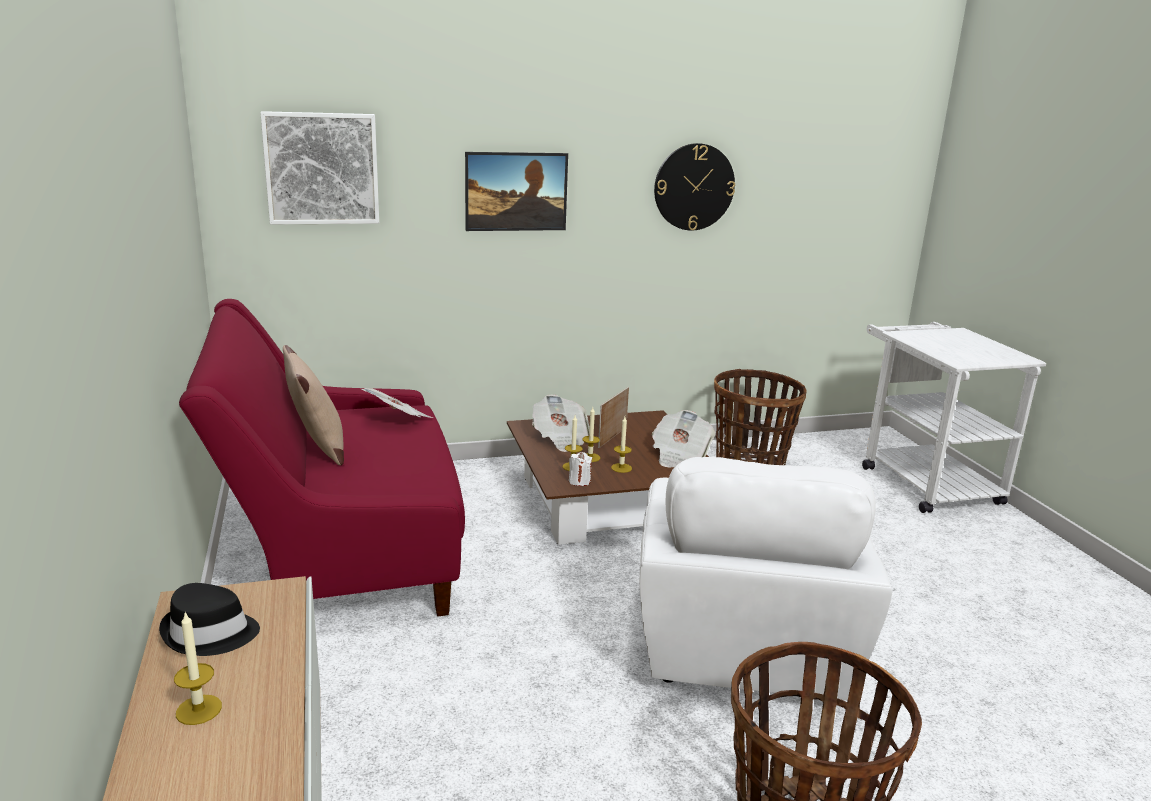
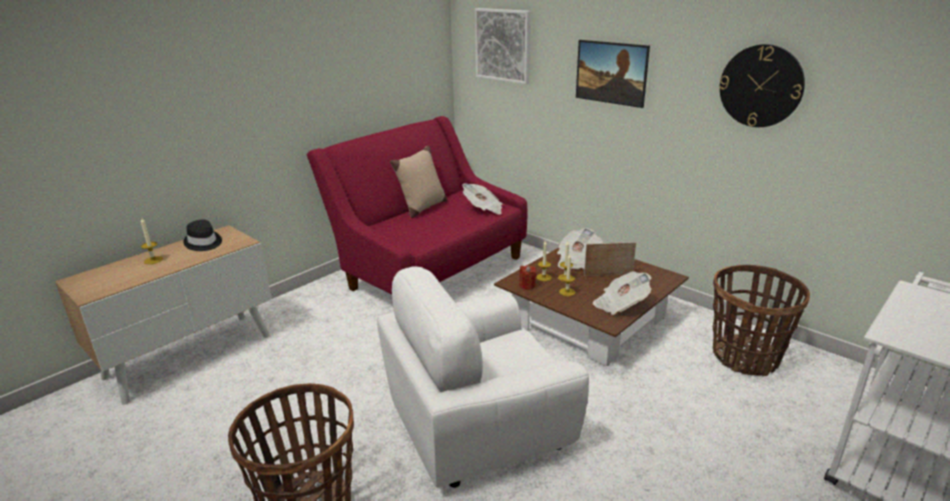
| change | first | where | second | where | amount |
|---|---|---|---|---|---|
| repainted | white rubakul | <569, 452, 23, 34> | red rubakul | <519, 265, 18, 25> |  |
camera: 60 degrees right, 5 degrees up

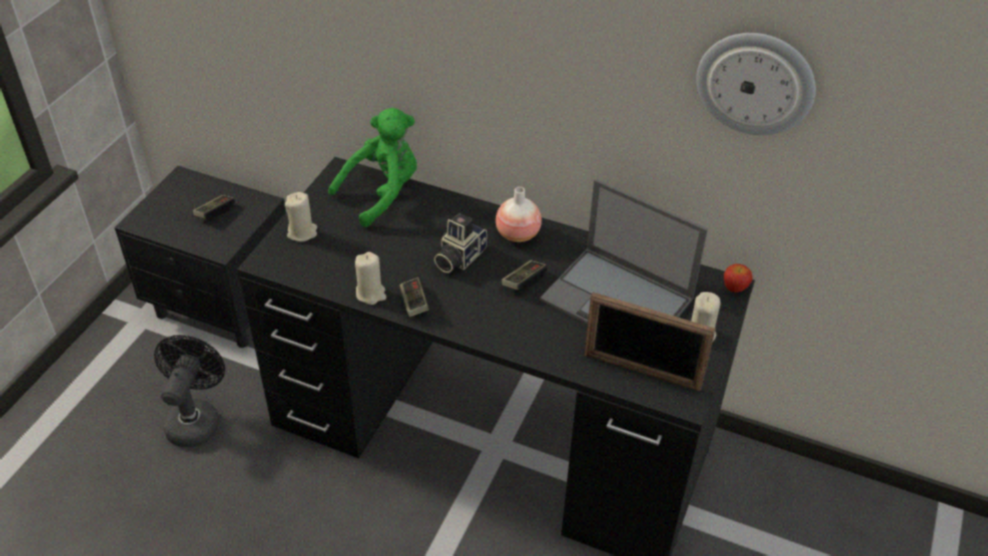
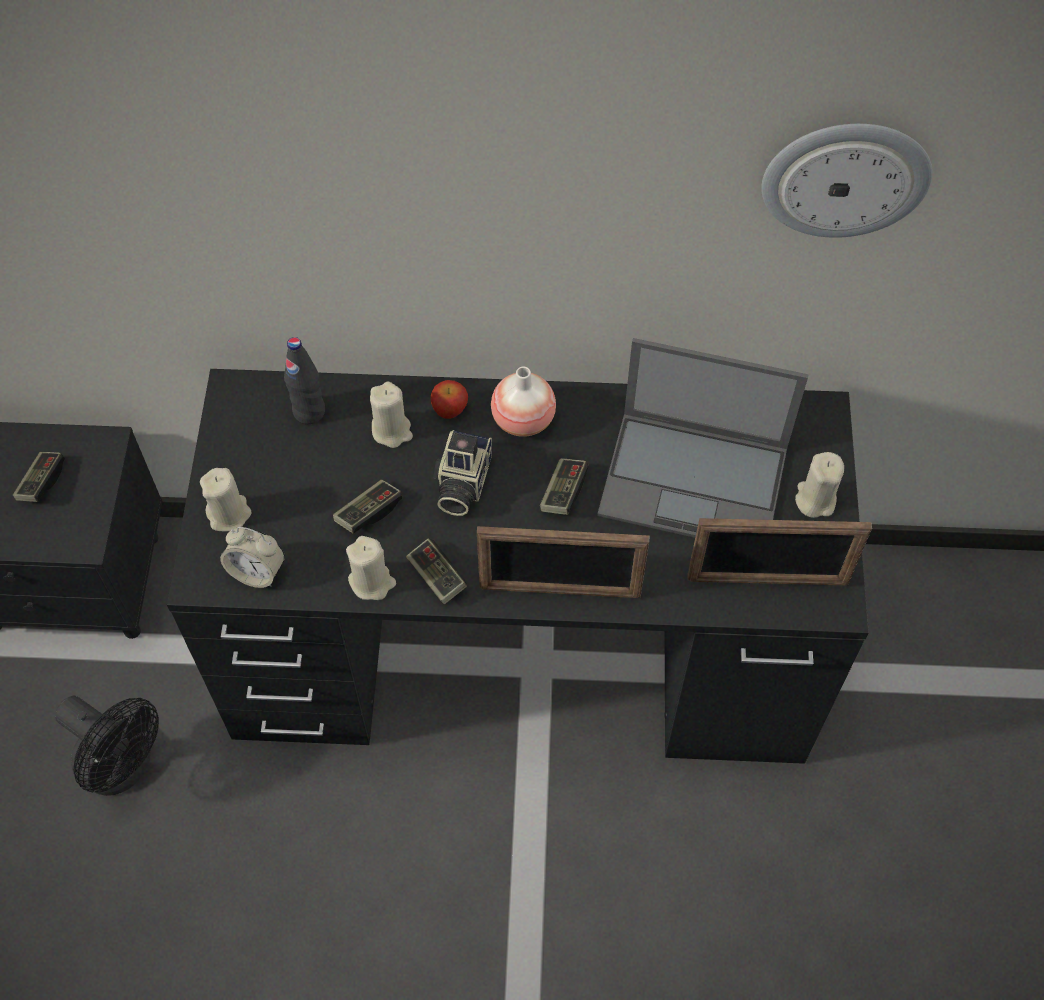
| change | first | where | second | where | amount |
|---|---|---|---|---|---|
| new |  |  | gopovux | <220, 527, 65, 61> |  |
| new |  |  | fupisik | <333, 480, 69, 53> |  |
| new |  |  | beige rubakul | <370, 382, 43, 66> |  |
| new |  |  | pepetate | <477, 526, 172, 72> |  |
| shifted | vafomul | <724, 264, 28, 28> |  | <430, 380, 38, 39> |  |
| swapped | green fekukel | <328, 108, 89, 119> | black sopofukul | <284, 337, 41, 87> |  |
| rotated | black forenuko | <154, 335, 71, 112> |  | <55, 696, 104, 100> | 135 degrees clockwise |
camera: 20 degrees left, 15 degrees up

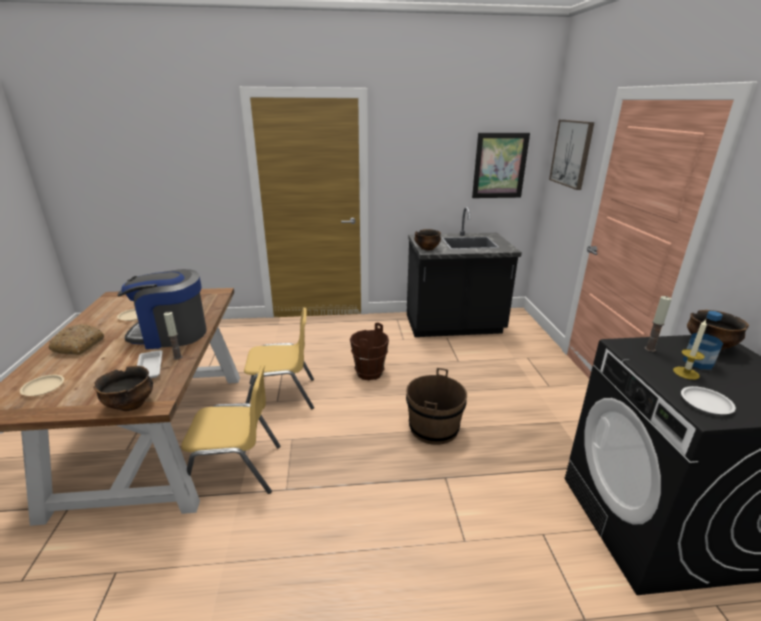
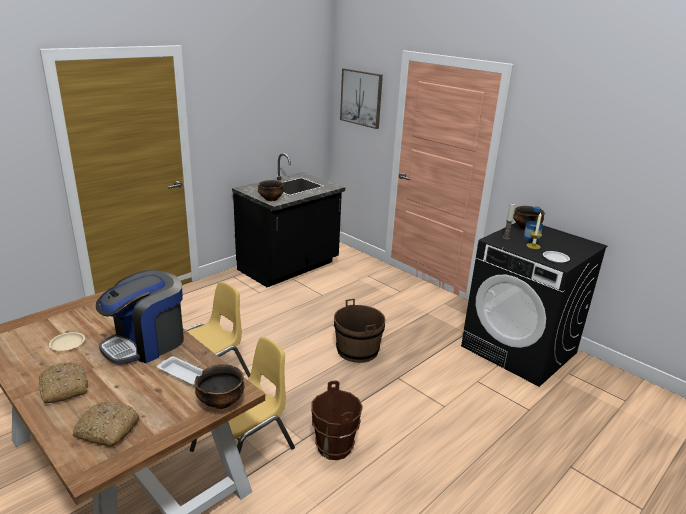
| change | first | where | second | where | amount |
|---|---|---|---|---|---|
| gone | rubakul | <164, 312, 18, 48> |  |  |  |
| gone | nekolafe | <472, 133, 58, 65> |  |  |  |
| shifted | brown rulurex | <350, 323, 39, 57> |  | <311, 380, 52, 80> |  |
| swapped | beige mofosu | <20, 375, 44, 21> | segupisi | <73, 401, 67, 45> |  |
camera: 40 degrees left, 0 degrees up

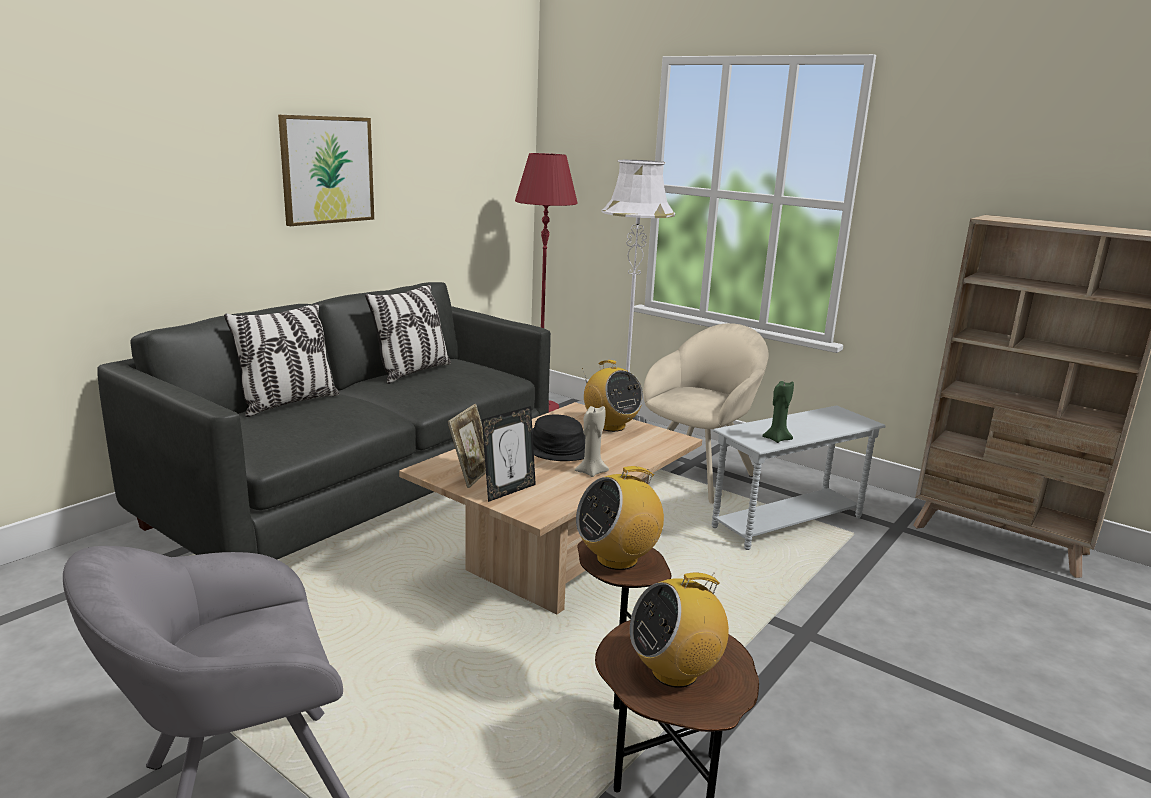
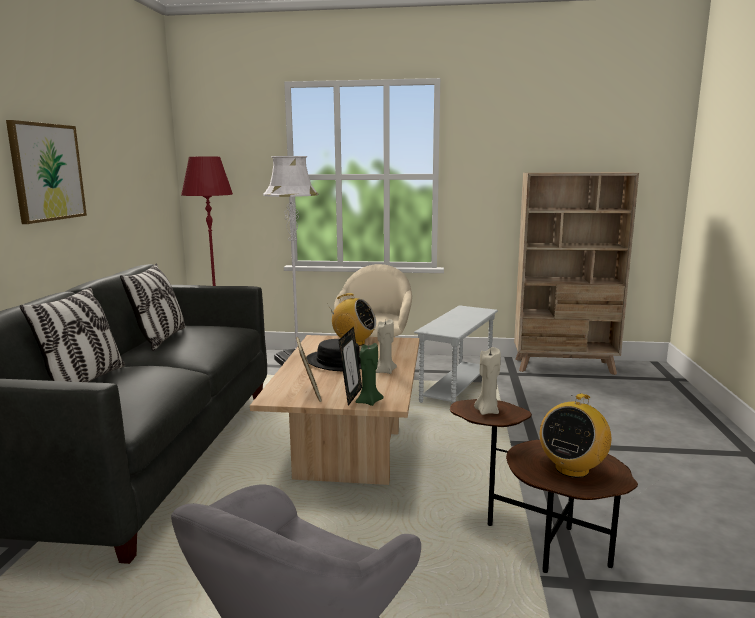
| change | first | where | second | where | amount |
|---|---|---|---|---|---|
| shifted | green rubakul | <762, 381, 32, 62> |  | <356, 343, 28, 63> |  |
| swapped | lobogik | <576, 466, 88, 104> | beige rubakul | <474, 347, 27, 68> |  |
camera: 30 degrees left, 5 degrees down

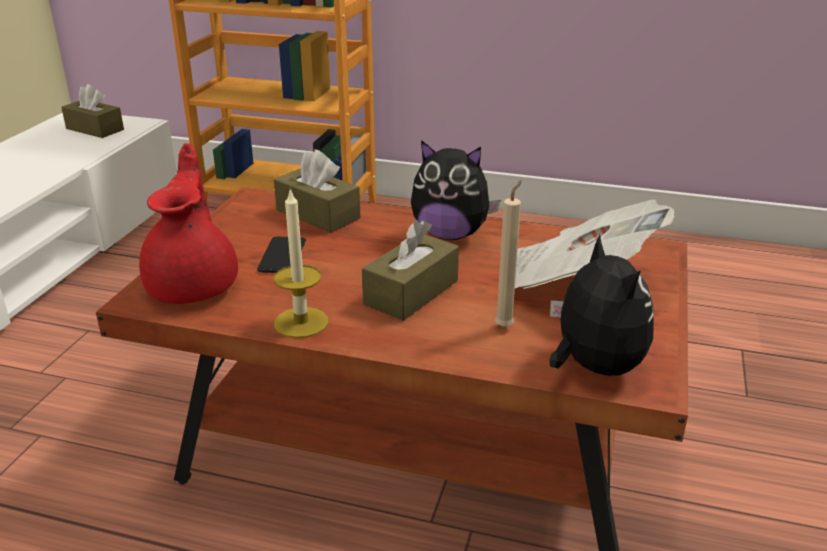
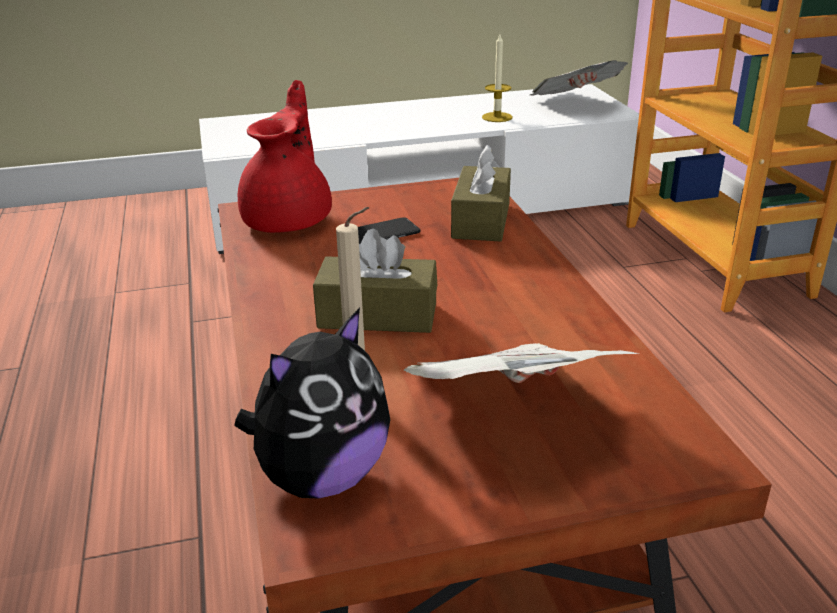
| change | first | where | second | where | amount |
|---|---|---|---|---|---|
| gone | fekukel | <411, 140, 90, 100> |  |  |  |
| shifted | rubakul | <274, 189, 54, 149> |  | <482, 34, 31, 88> |  |
| swapped | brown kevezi | <61, 84, 63, 54> | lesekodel | <530, 60, 98, 36> |  |
| rotated | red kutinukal | <139, 143, 99, 161> |  | <238, 80, 94, 153> | 45 degrees counterclockwise |
camera: 60 degrees right, 0 degrees up

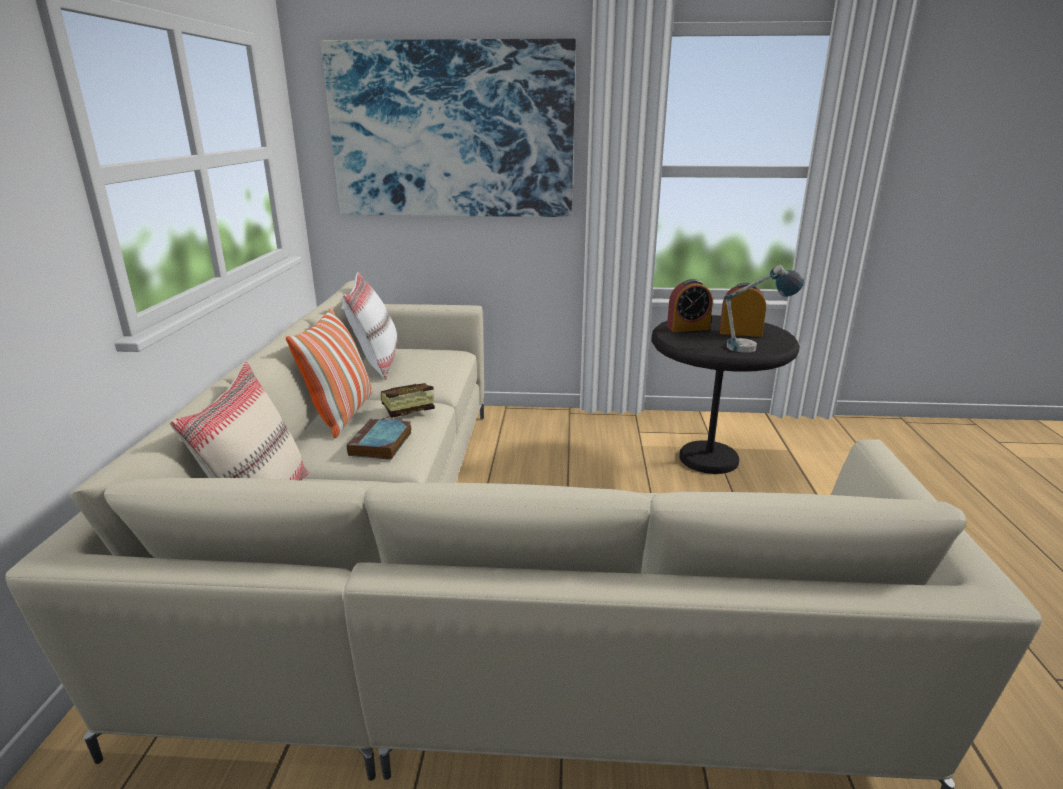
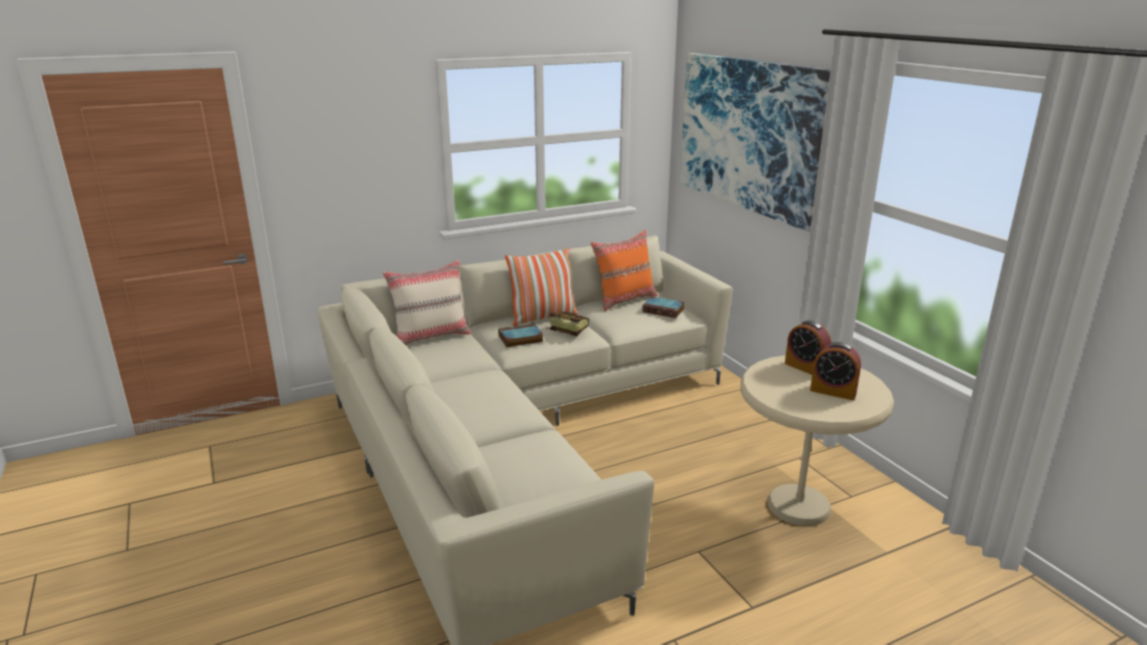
| change | first | where | second | where | amount |
|---|---|---|---|---|---|
| gone | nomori | <725, 265, 79, 88> |  |  |  |
| new |  |  | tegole | <642, 297, 43, 21> |  |
| repainted | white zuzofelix | <341, 272, 56, 108> | orange zuzofelix | <591, 230, 67, 81> |  |
| repainted | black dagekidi | <651, 315, 149, 159> | beige dagekidi | <740, 355, 154, 171> |  |
| rotated | gopovux | <720, 283, 46, 54> |  | <810, 342, 51, 58> | 135 degrees clockwise |
camera: 60 degrees right, 0 degrees up

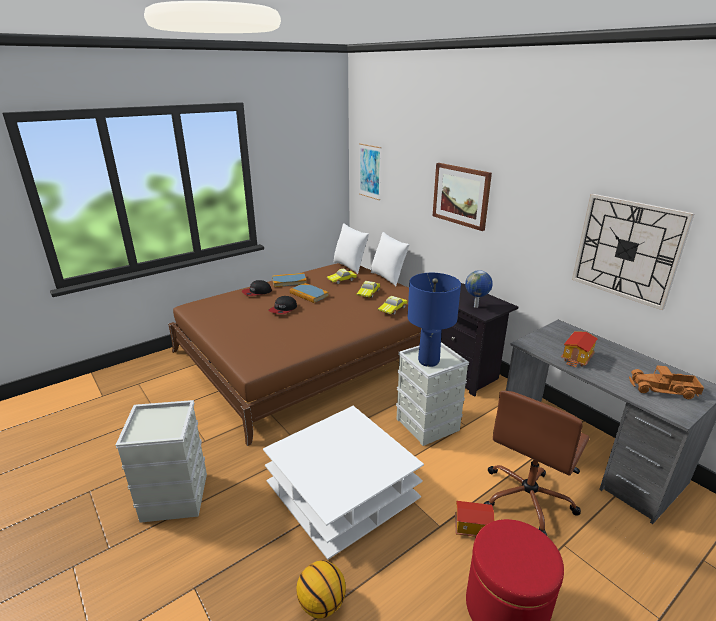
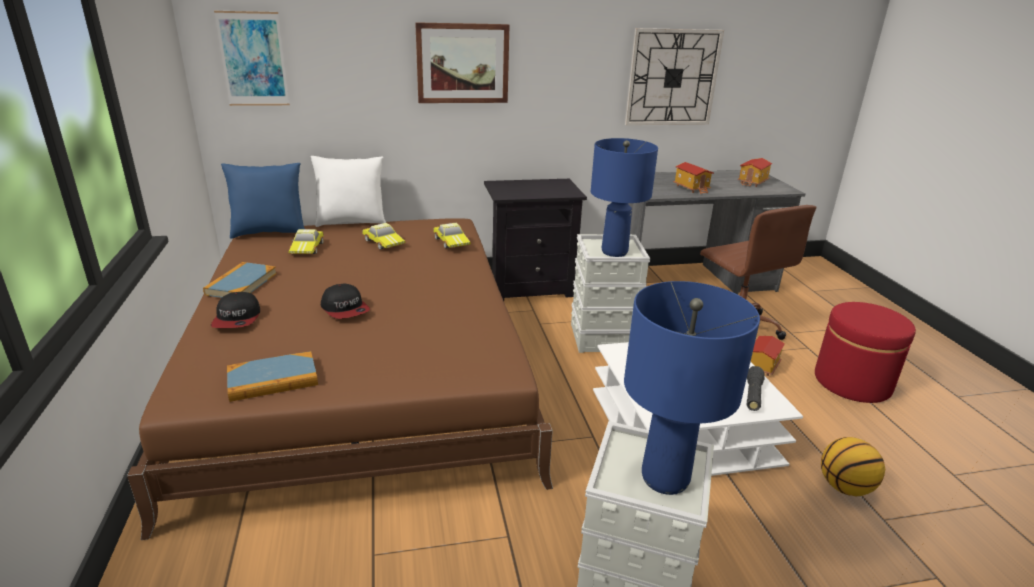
| change | first | where | second | where | amount |
|---|---|---|---|---|---|
| gone | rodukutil | <465, 270, 28, 38> |  |  |  |
| new |  |  | blue nomori | <624, 281, 136, 214> |  |
| new |  |  | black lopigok | <747, 366, 18, 45> |  |
| shifted | tegole | <290, 283, 39, 20> |  | <227, 351, 91, 51> |  |
| swapped | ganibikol | <629, 365, 75, 34> | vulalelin | <737, 158, 36, 29> |  |
| repainted | white zuzofelix | <334, 223, 35, 51> | blue zuzofelix | <221, 163, 84, 76> |  |
camera: 65 degrees left, 0 degrees up

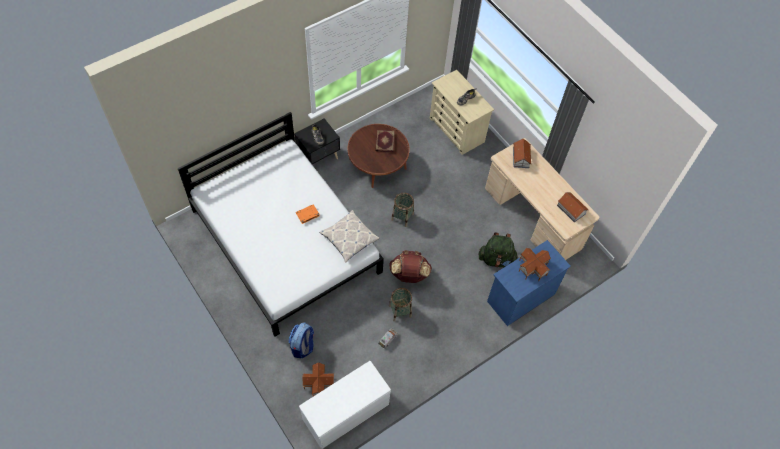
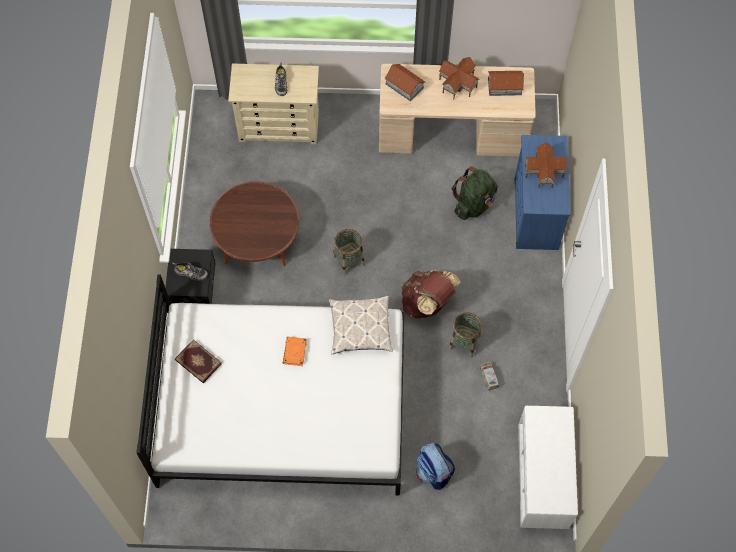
| change | first | where | second | where | amount |
|---|---|---|---|---|---|
| shifted | vulalelin | <302, 362, 32, 34> |  | <439, 57, 40, 42> |  |
| shifted | tegole | <375, 130, 20, 23> |  | <175, 339, 47, 44> |  |
camera: 50 degrees left, 5 degrees up

